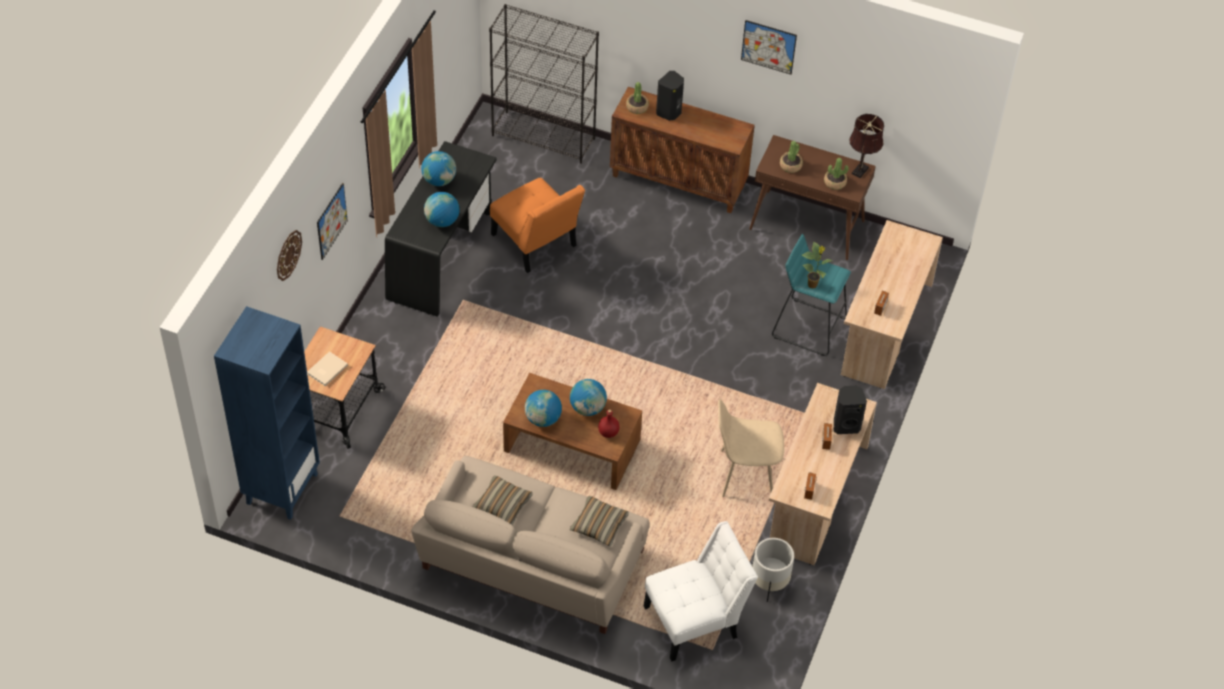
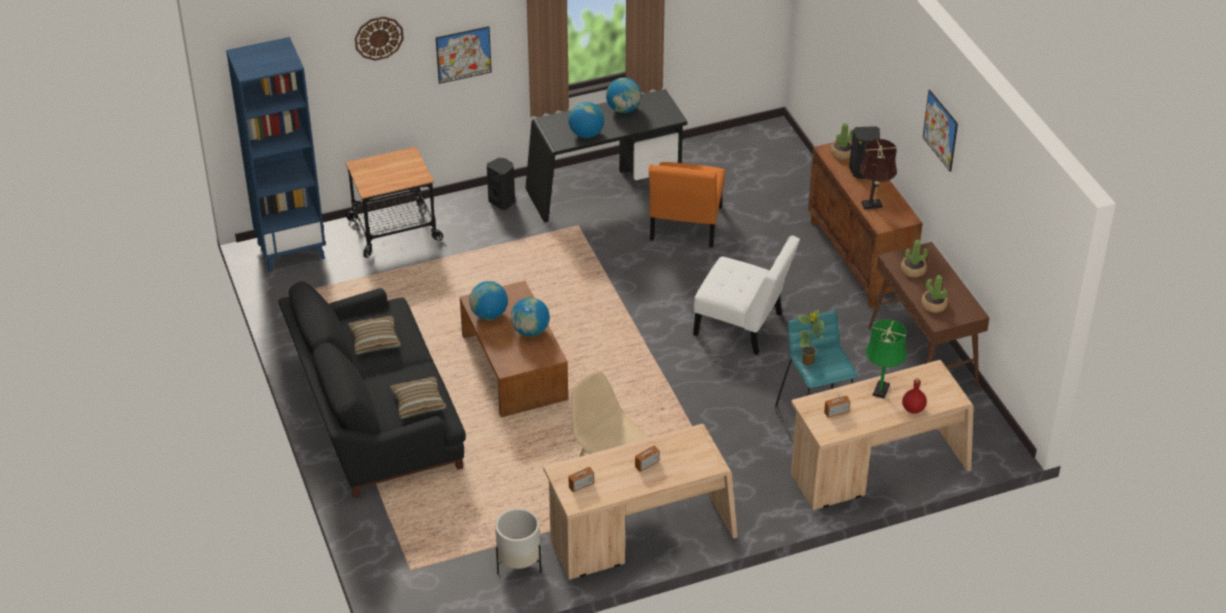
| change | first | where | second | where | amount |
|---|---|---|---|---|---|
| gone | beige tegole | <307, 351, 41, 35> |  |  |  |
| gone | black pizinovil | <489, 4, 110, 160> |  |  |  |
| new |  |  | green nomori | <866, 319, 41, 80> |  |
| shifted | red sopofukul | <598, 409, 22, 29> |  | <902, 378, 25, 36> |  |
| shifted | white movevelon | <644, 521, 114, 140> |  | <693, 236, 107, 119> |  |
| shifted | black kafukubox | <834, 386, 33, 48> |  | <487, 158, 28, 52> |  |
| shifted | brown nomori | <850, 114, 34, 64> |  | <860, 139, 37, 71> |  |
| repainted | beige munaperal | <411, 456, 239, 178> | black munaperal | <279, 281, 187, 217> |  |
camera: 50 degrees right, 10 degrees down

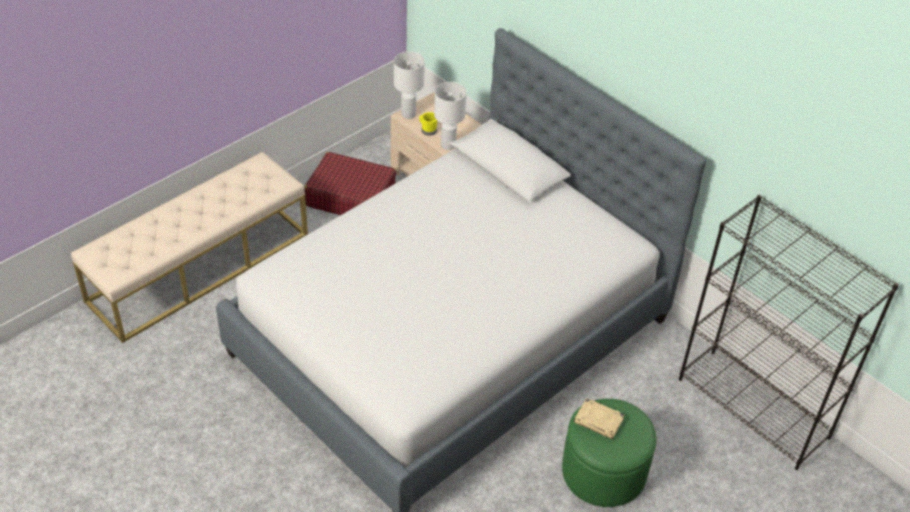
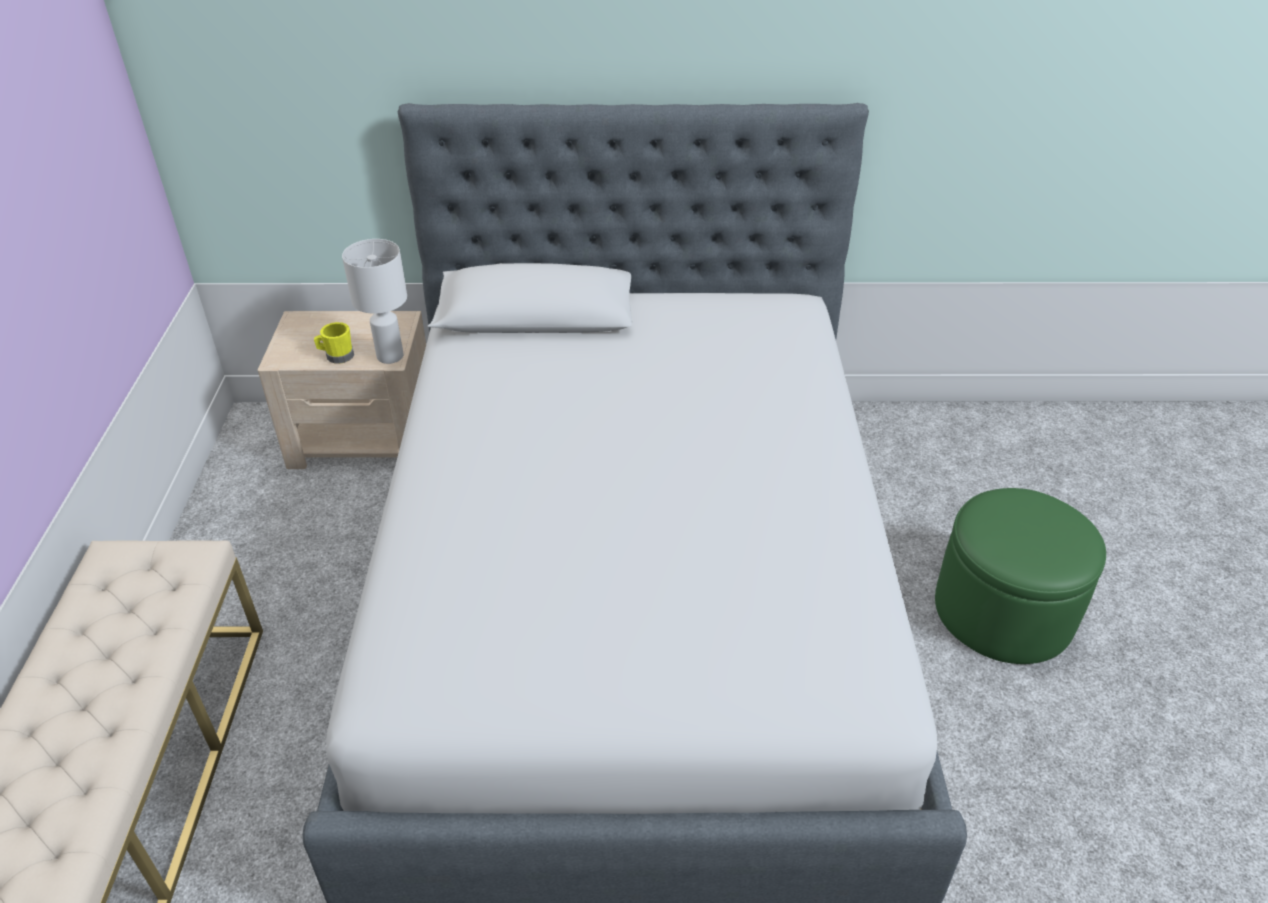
| change | first | where | second | where | amount |
|---|---|---|---|---|---|
| gone | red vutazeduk | <304, 152, 92, 63> |  |  |  |
| gone | white nomori | <394, 51, 31, 68> |  |  |  |
| gone | beige tegole | <574, 398, 51, 41> |  |  |  |
| gone | black pizinovil | <679, 195, 220, 275> |  |  |  |
camera: 45 degrees left, 5 degrees down

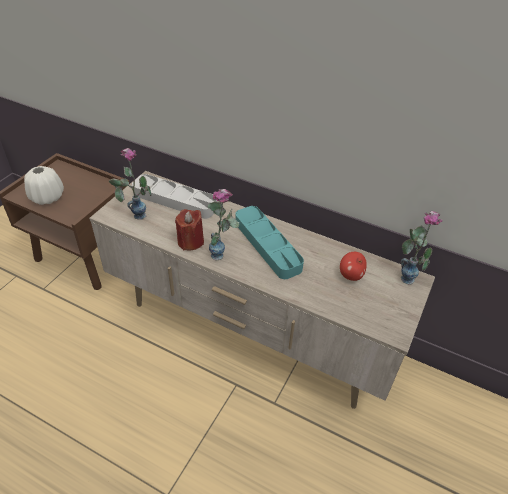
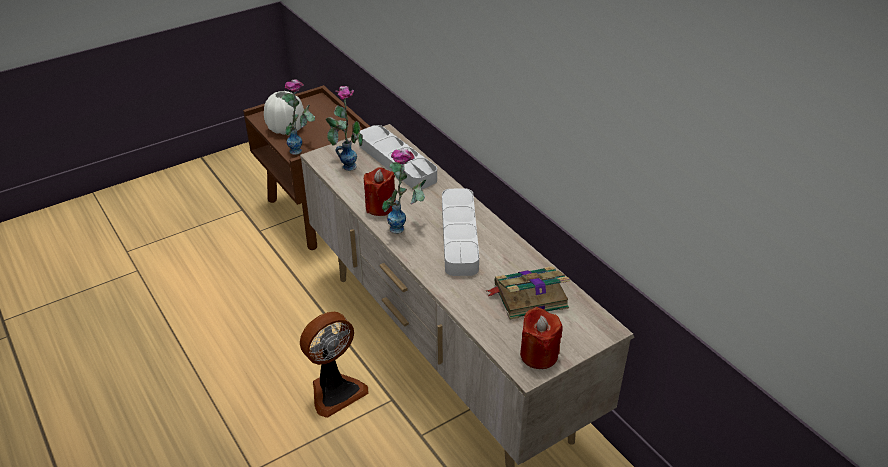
| change | first | where | second | where | amount |
|---|---|---|---|---|---|
| new |  |  | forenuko | <300, 312, 68, 106> |  |
| new |  |  | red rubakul | <520, 307, 43, 62> |  |
| shifted | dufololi | <401, 211, 42, 74> |  | <282, 79, 33, 76> |  |
| swapped | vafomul | <340, 252, 27, 29> | tegole | <486, 266, 84, 53> |  |
| repainted | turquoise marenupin | <236, 206, 68, 73> | grey marenupin | <442, 188, 37, 88> |  |
camera: 30 degrees right, 5 degrees down

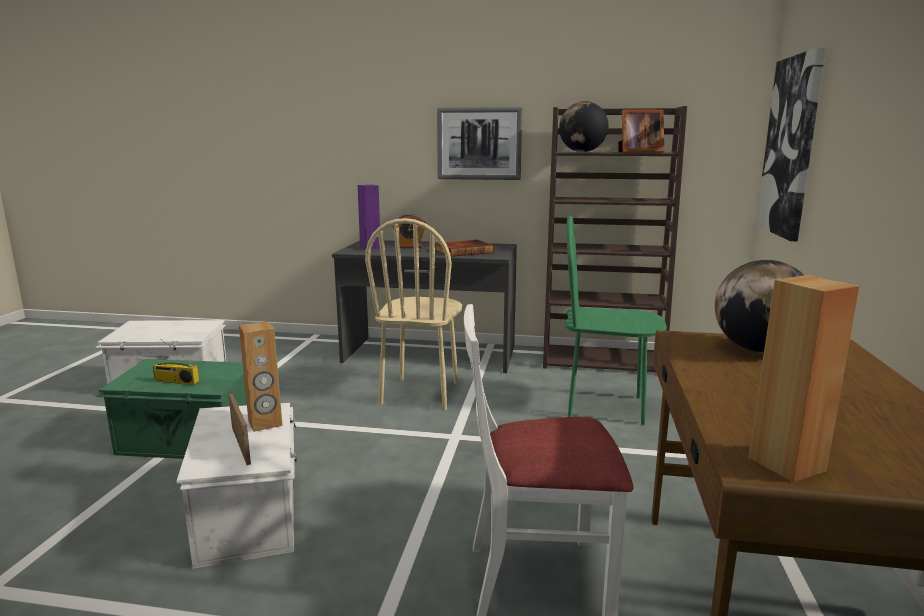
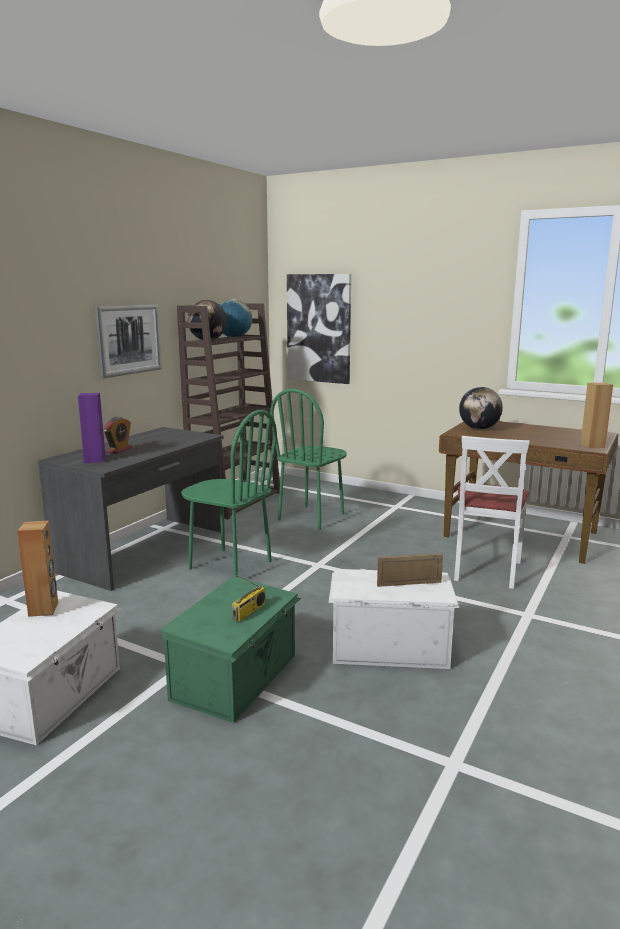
| change | first | where | second | where | amount |
|---|---|---|---|---|---|
| gone | tegole | <435, 240, 59, 17> |  |  |  |
| shifted | brown kafukubox | <239, 321, 44, 111> |  | <17, 520, 41, 97> |  |
| swapped | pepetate | <618, 109, 46, 44> | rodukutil | <220, 299, 32, 39> |  |
| repainted | beige movevelon | <365, 218, 97, 192> | green movevelon | <181, 410, 96, 167> |  |
camera: 70 degrees left, 0 degrees up

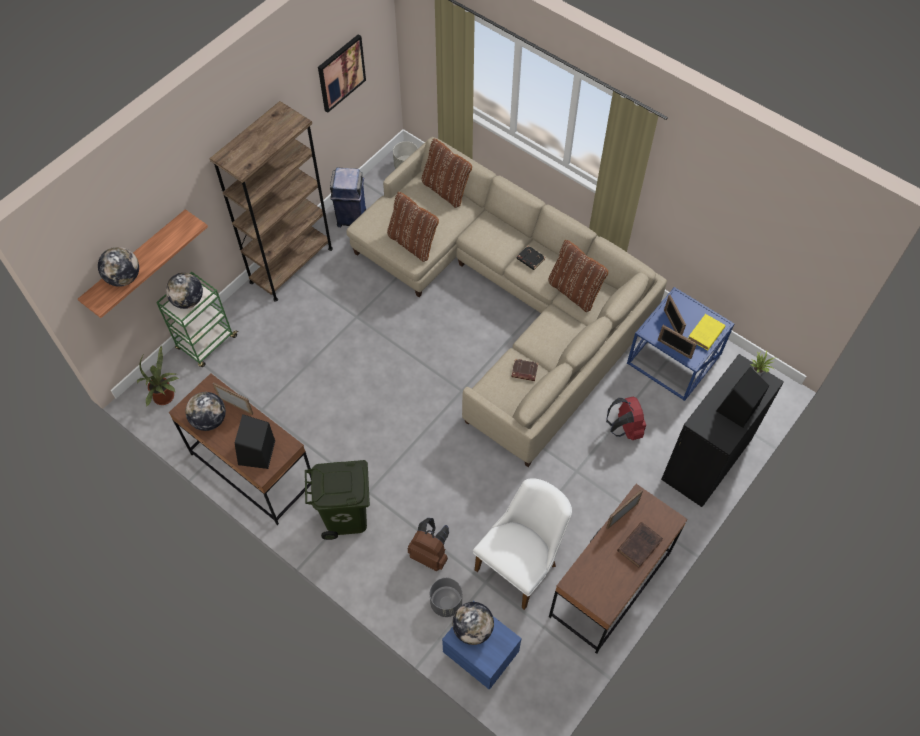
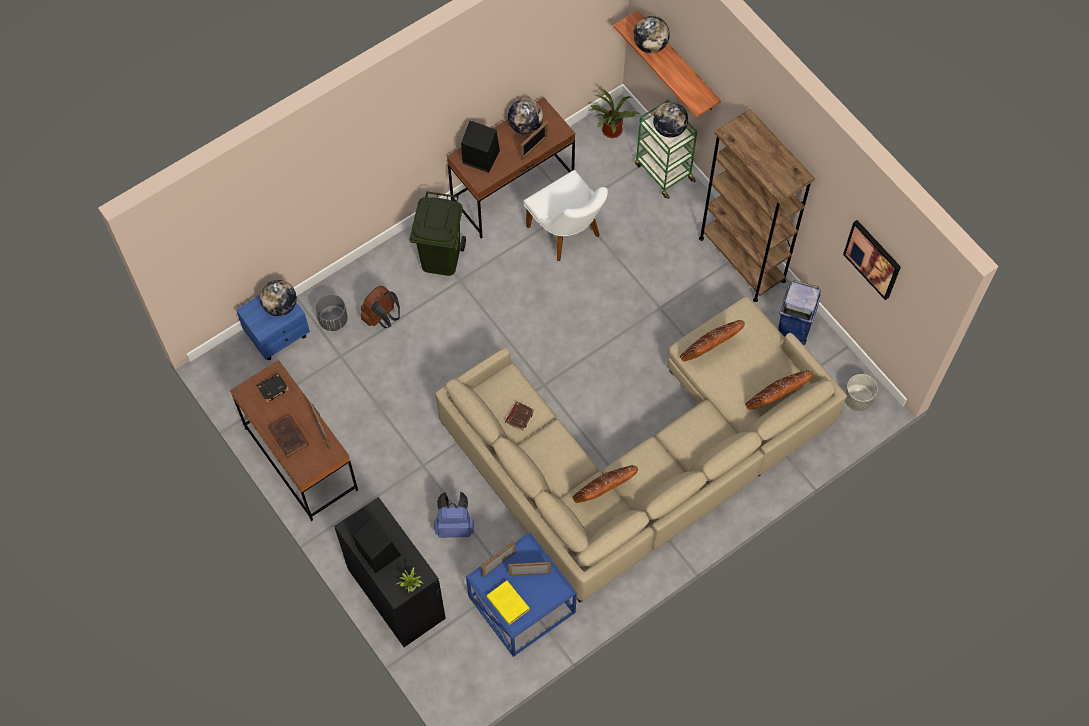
| change | first | where | second | where | amount |
|---|---|---|---|---|---|
| shifted | white movevelon | <473, 478, 99, 132> |  | <523, 170, 85, 91> |  |
| shifted | black tegole | <516, 246, 29, 24> |  | <257, 373, 32, 30> |  |
| repainted | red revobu | <606, 397, 40, 43> | blue revobu | <434, 492, 40, 46> |  |
camera: 105 degrees right, 5 degrees up

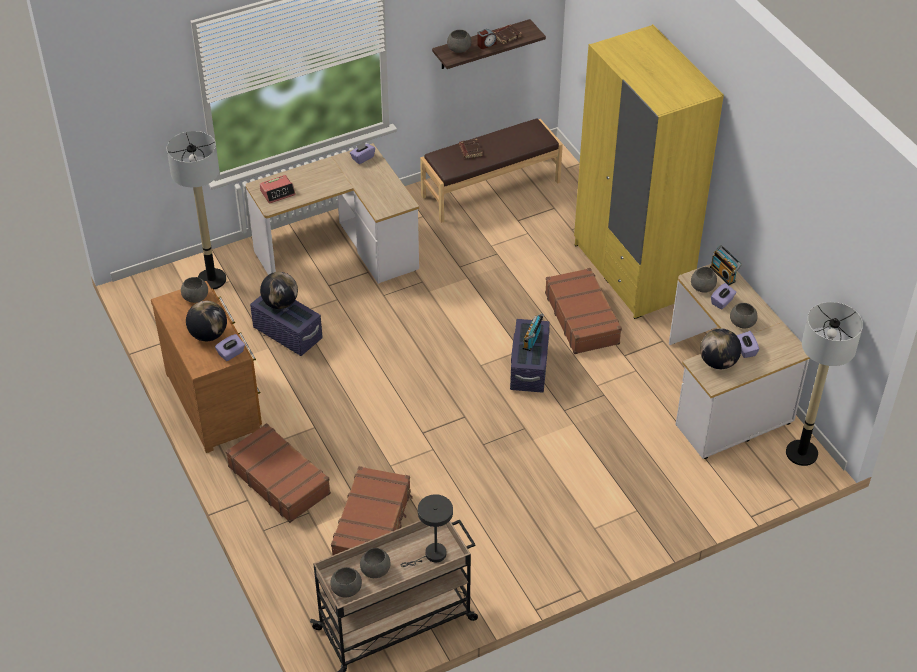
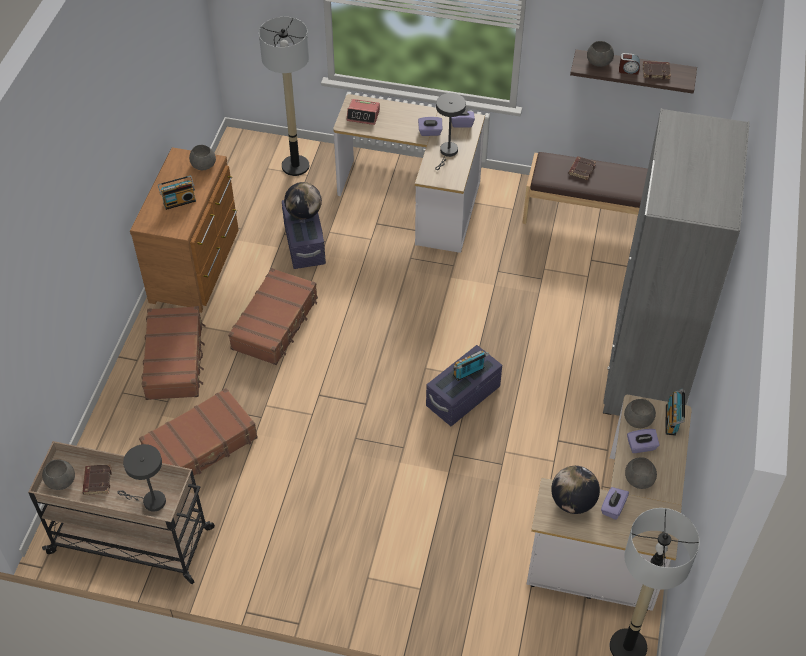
| change | first | where | second | where | amount |
|---|---|---|---|---|---|
| new |  |  | grey nomori | <435, 93, 31, 77> |  |
| shifted | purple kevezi | <215, 334, 30, 27> |  | <418, 117, 25, 19> |  |
| shifted | brown vutazeduk | <545, 268, 77, 86> |  | <228, 268, 90, 97> |  |
| swapped | rodukutil | <186, 301, 41, 40> | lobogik | <158, 175, 38, 35> |  |
| swapped | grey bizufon | <360, 548, 31, 30> | brown tegole | <82, 464, 30, 31> |  |
| repainted | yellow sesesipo | <574, 24, 150, 295> | grey sesesipo | <603, 108, 147, 308> |  |
camera: 40 degrees right, 5 degrees up

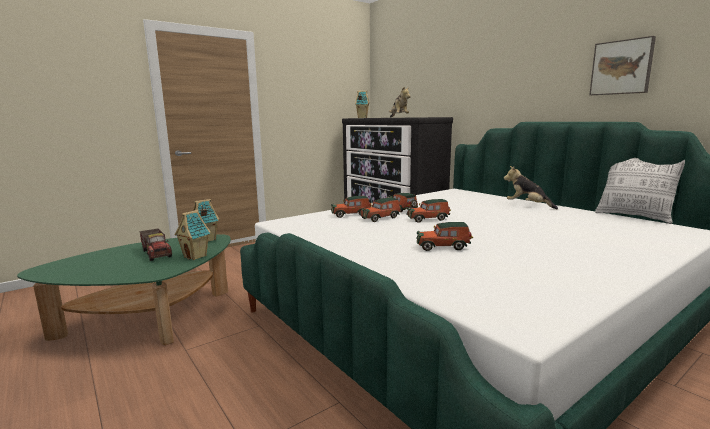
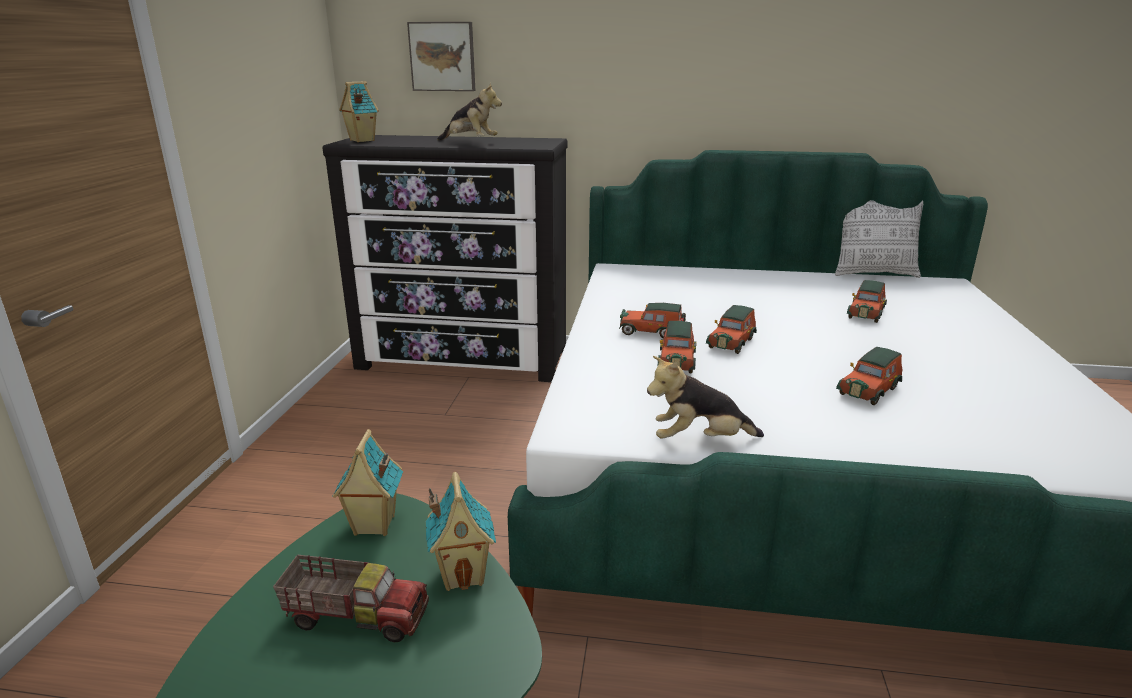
| change | first | where | second | where | amount |
|---|---|---|---|---|---|
| shifted | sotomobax | <331, 196, 41, 22> |  | <847, 280, 40, 43> |  |
| shifted | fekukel | <504, 166, 54, 43> |  | <647, 356, 117, 83> |  |
| shifted | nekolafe | <589, 36, 67, 59> |  | <407, 22, 68, 69> |  |
camera: 45 degrees left, 10 degrees up

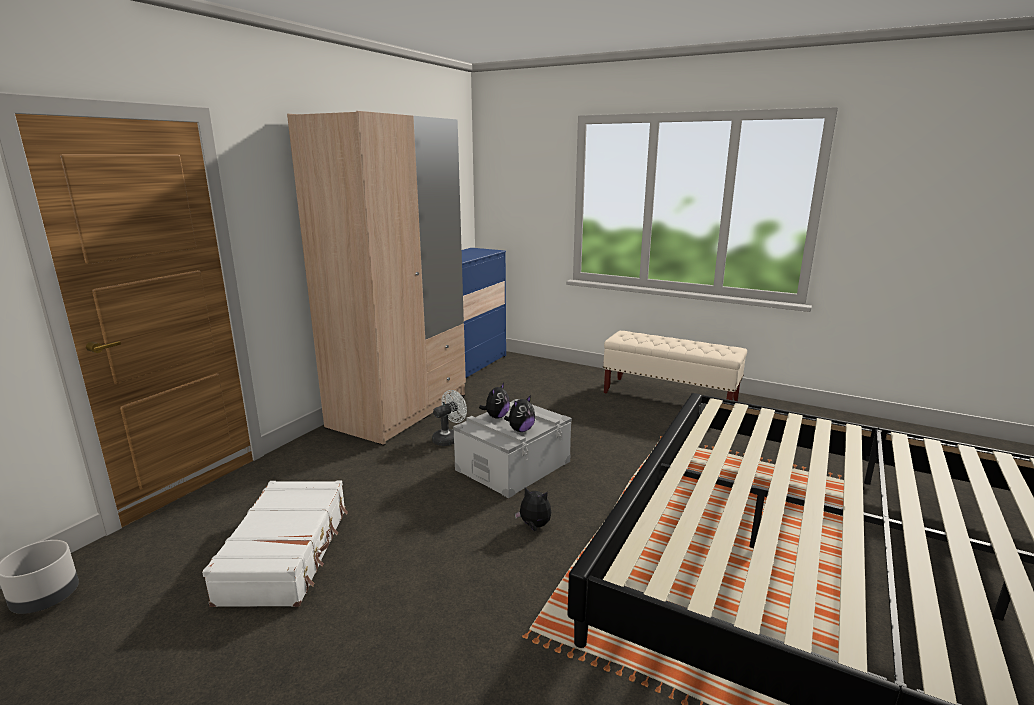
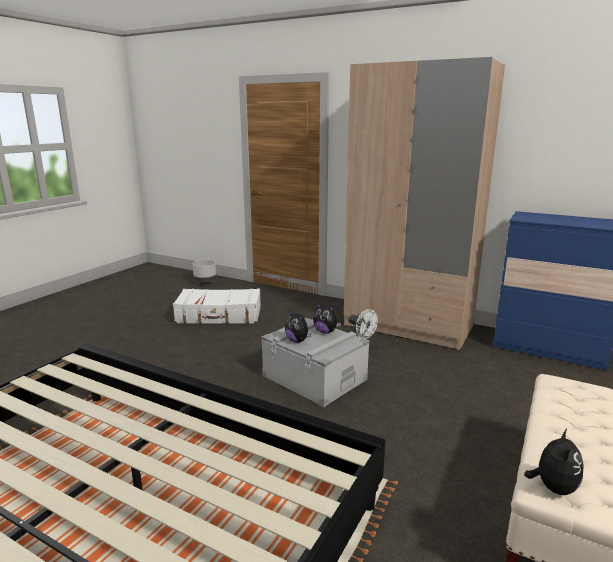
| change | first | where | second | where | amount |
|---|---|---|---|---|---|
| shifted | fekukel | <515, 487, 36, 44> |  | <524, 429, 60, 66> |  |
camera: 90 degrees right, 0 degrees up

